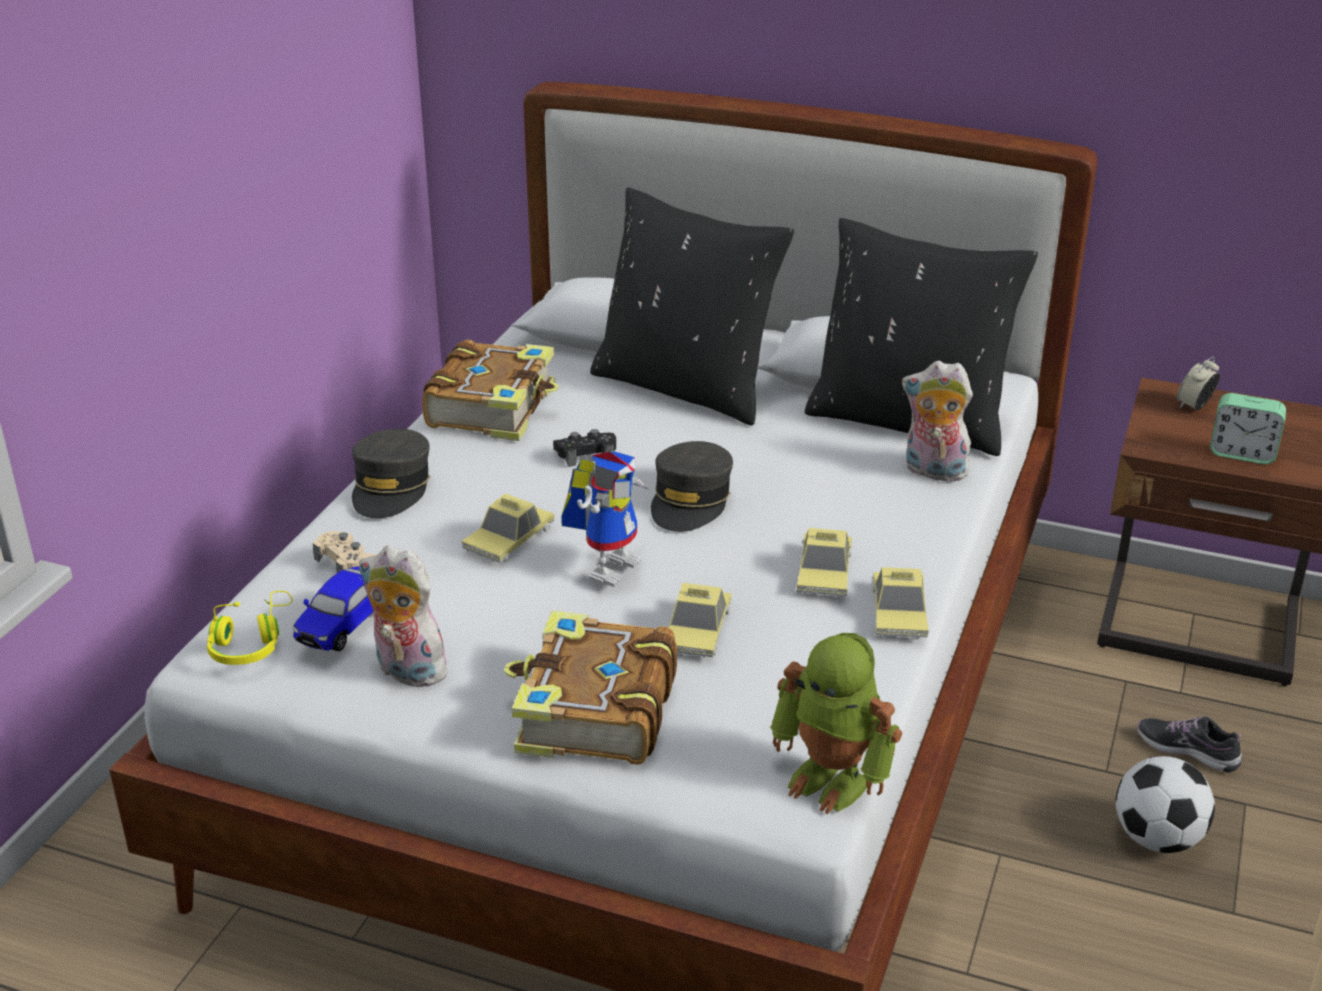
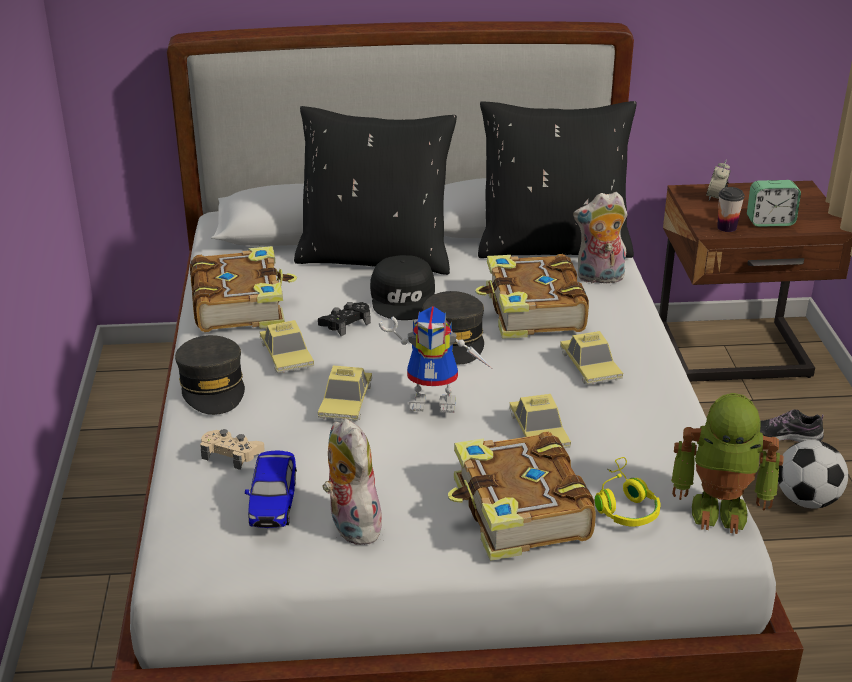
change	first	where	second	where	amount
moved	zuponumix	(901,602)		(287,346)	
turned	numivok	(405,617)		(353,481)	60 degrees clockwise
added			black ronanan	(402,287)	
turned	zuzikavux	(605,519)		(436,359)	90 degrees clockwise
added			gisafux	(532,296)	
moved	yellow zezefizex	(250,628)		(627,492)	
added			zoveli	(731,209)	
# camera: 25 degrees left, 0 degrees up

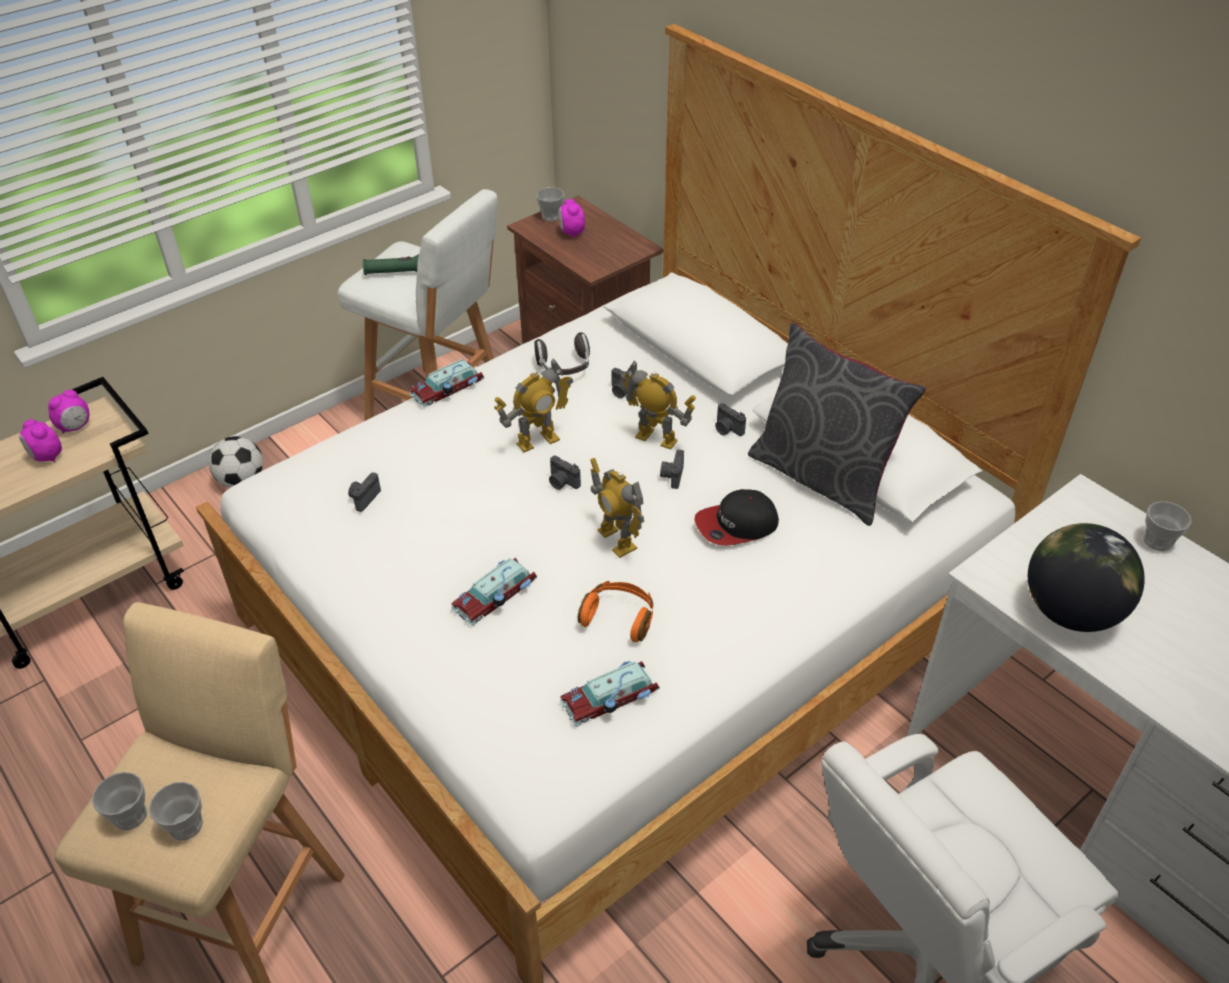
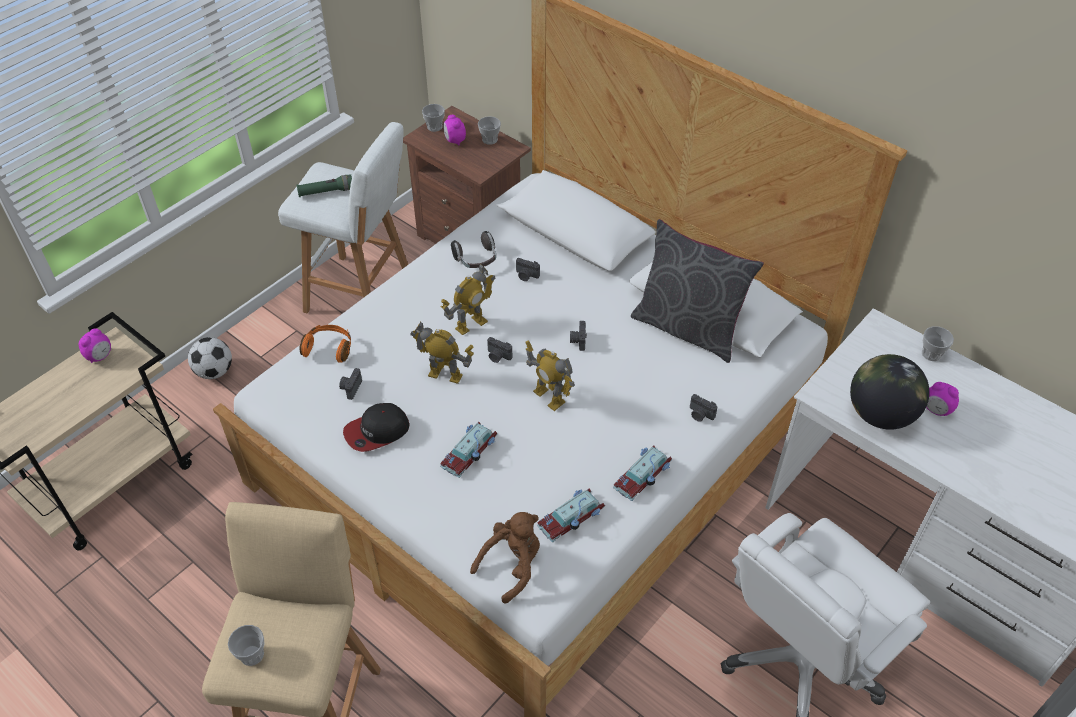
change	first	where	second	where	amount
moved	orange zezefizex	(615,611)		(325,344)	
moved	ronanan	(736,517)		(376,427)	
moved	zuzikavux	(658,405)		(442,353)	
added			brown numivok	(505,558)	
moved	zoveli	(176,811)		(489,130)	
moved	zuponumix	(446,383)		(642,473)	
moved	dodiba	(730,419)		(703,408)	
moved	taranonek	(40,440)		(942,399)	
# camera: 10 degrees left, 5 degrees up

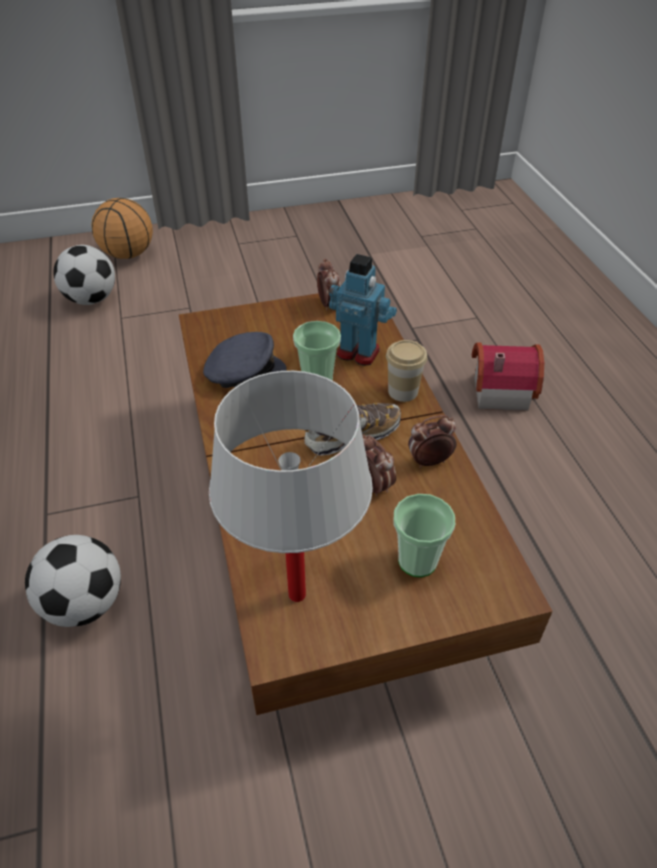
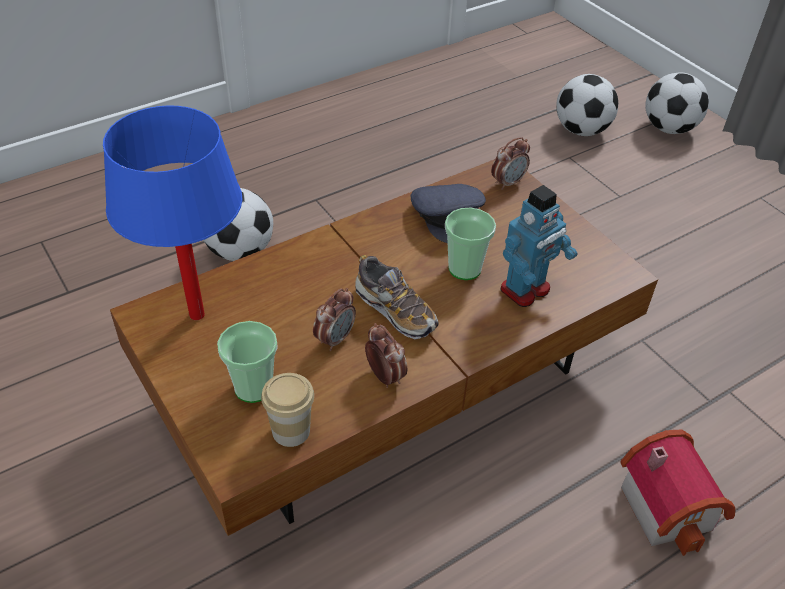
change	first	where	second	where	amount
recoloured	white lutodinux	(291,486)	blue lutodinux	(173,212)	
moved	zoveli	(407,371)		(287,410)	
moved	taranonek	(328,284)		(510,163)	
turned	zuzikavux	(363,310)		(538,246)	45 degrees clockwise
replaced	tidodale	(122,228)	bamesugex	(677,103)	
# camera: 70 degrees right, 0 degrees up

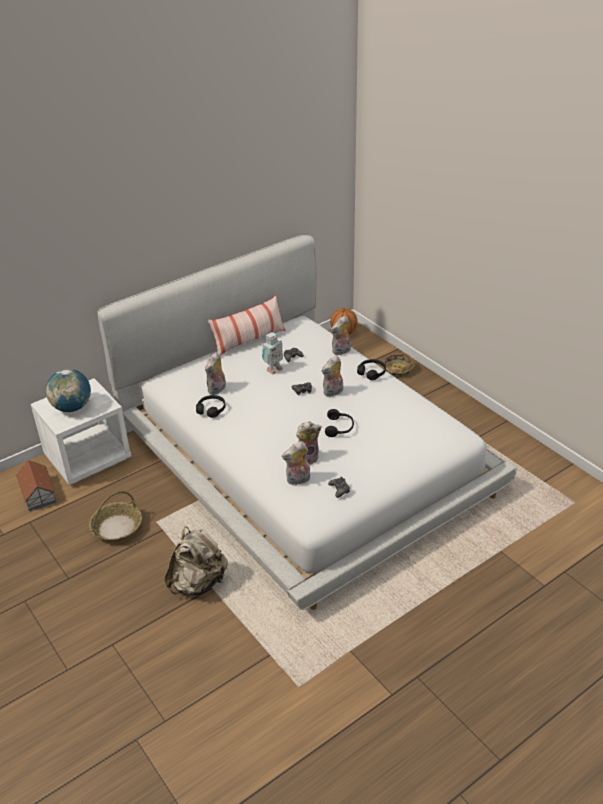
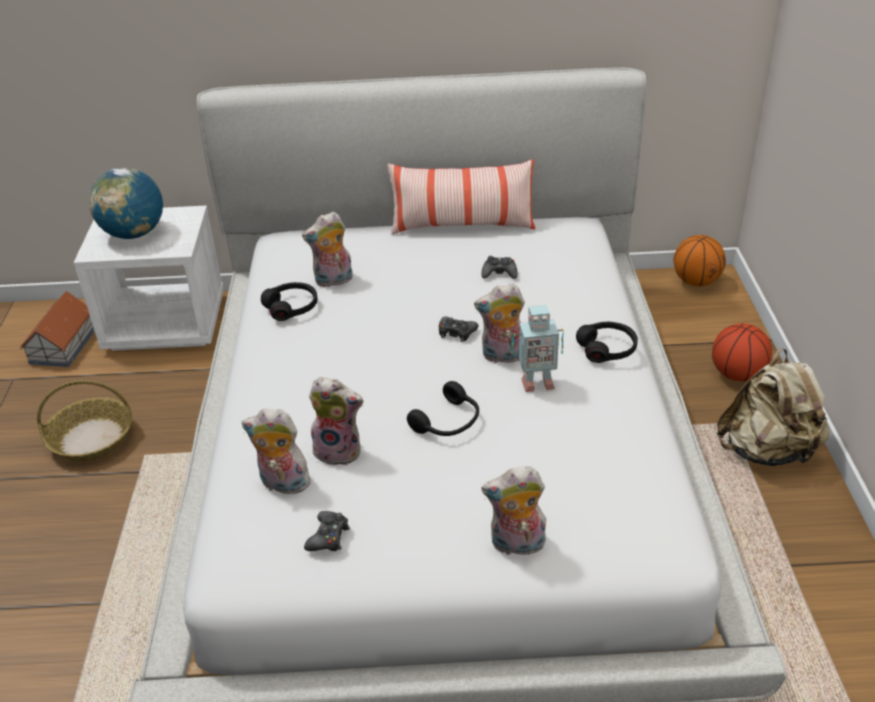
change	first	where	second	where	amount
moved	numivok	(341,335)		(513,512)	
moved	zuzikavux	(272,353)		(537,348)	
replaced	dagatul	(399,364)	tidodale	(742,352)	
moved	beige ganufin	(196,560)		(773,407)	
# camera: 35 degrees right, 0 degrees up

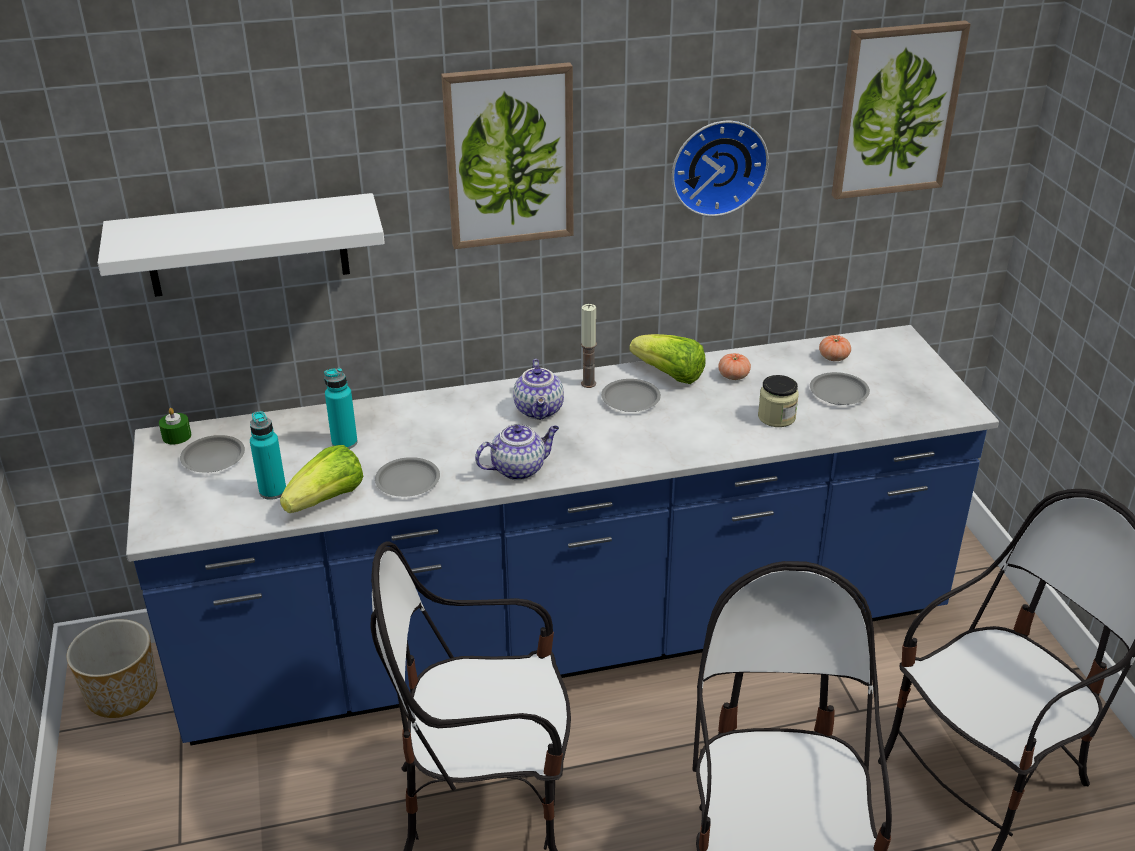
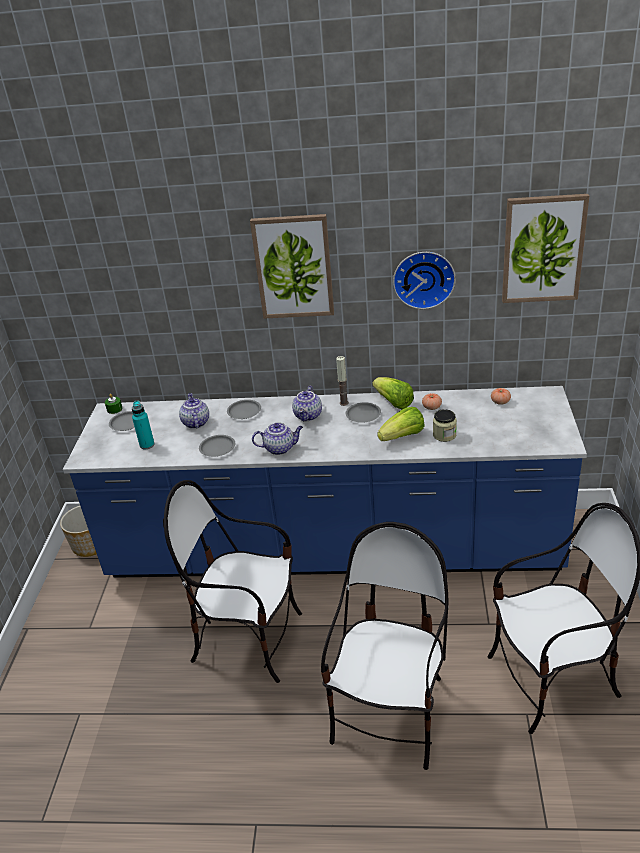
change	first	where	second	where	amount
replaced	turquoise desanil	(341,408)	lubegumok	(194,411)	
moved	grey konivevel	(840,388)		(244,409)	
moved	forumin	(321,479)		(401,424)	
removed	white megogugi	(241,245)			
# camera: 20 degrees right, 0 degrees up

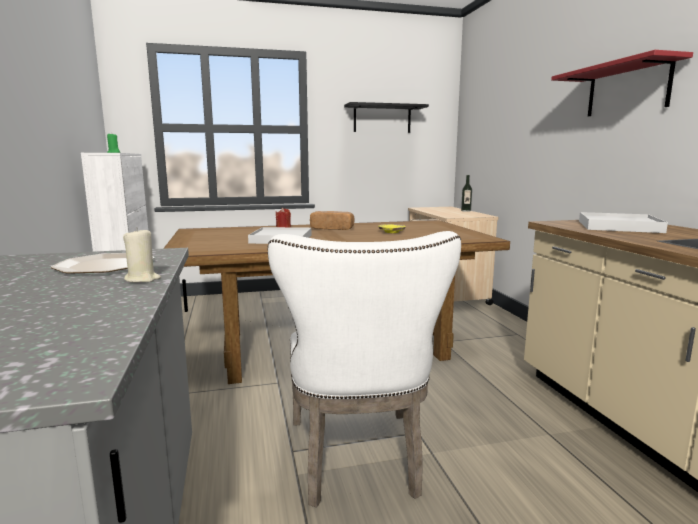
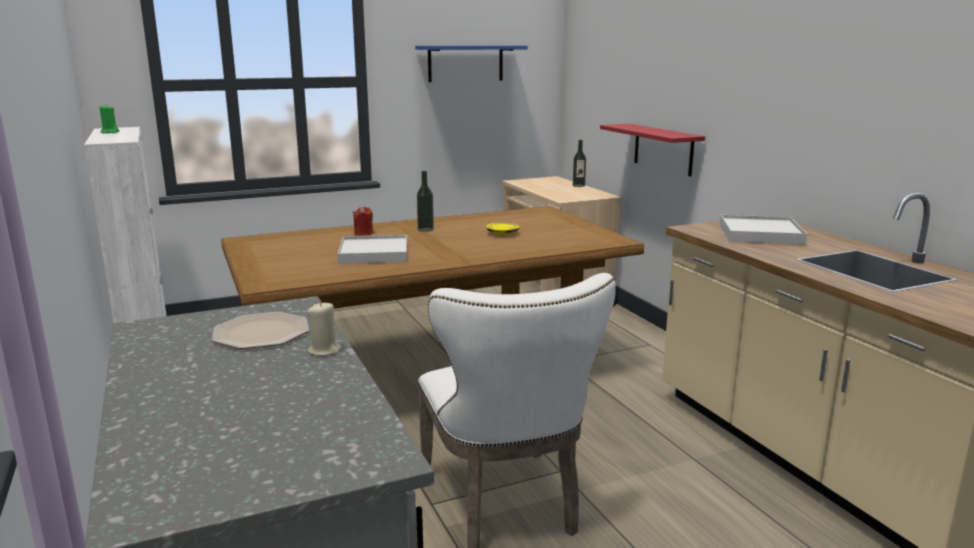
change	first	where	second	where	amount
recoloured	black megogugi	(386,117)	blue megogugi	(471,64)	
replaced	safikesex	(332,220)	desanil	(425,201)	
moved	red megogugi	(622,83)		(652,150)	
# camera: 10 degrees left, 5 degrees up

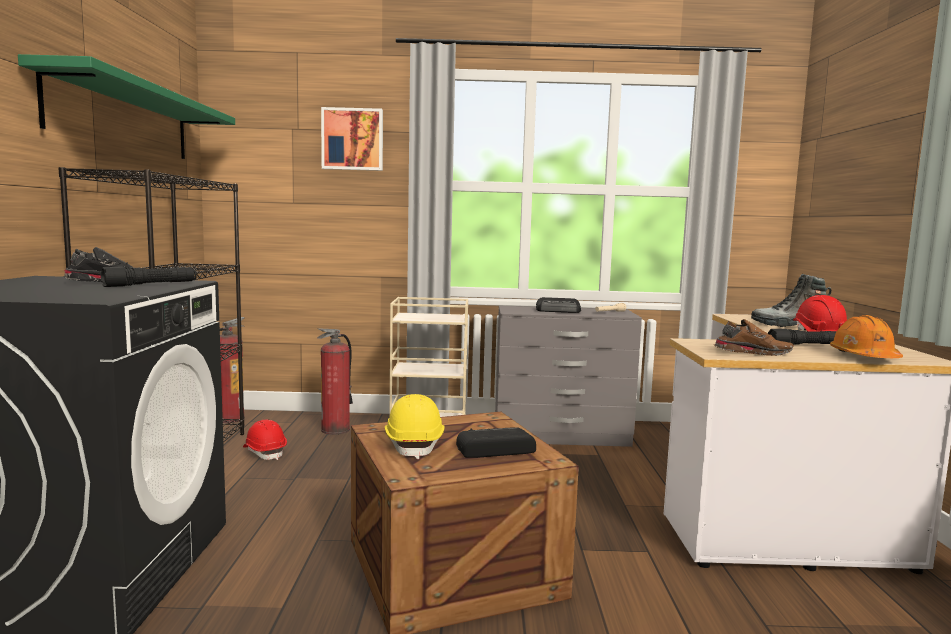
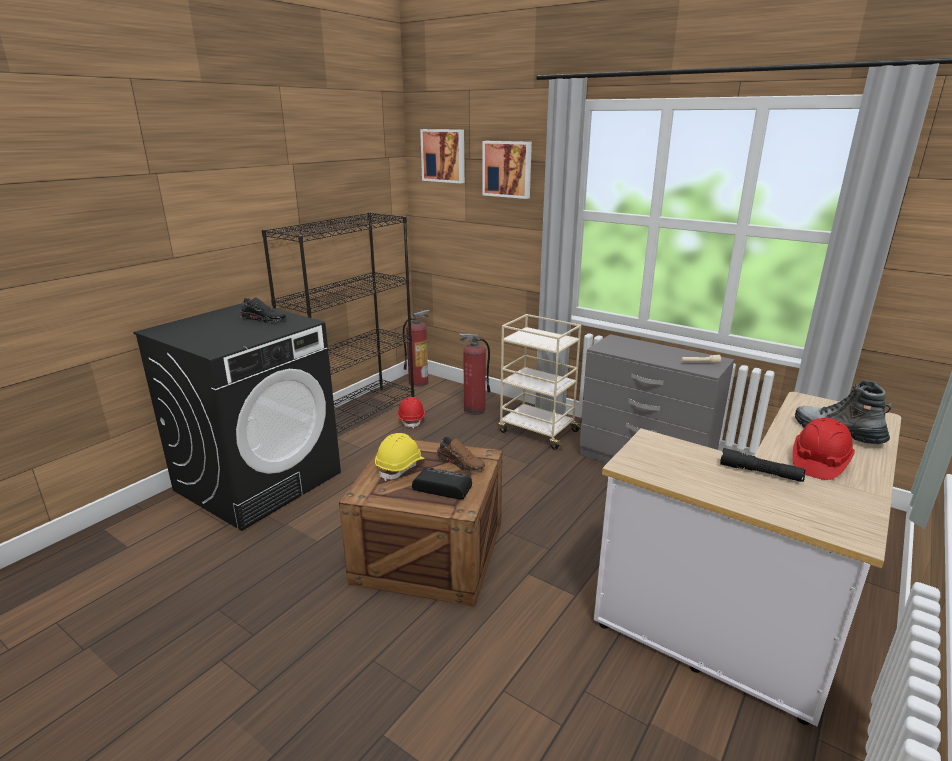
change	first	where	second	where	amount
added			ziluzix	(442,156)	
moved	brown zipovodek	(753,337)		(461,454)	
removed	green megogugi	(126,106)			
removed	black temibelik	(148,277)			
removed	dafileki	(558,305)			
removed	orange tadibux	(866,336)			
# camera: 35 degrees right, 15 degrees up

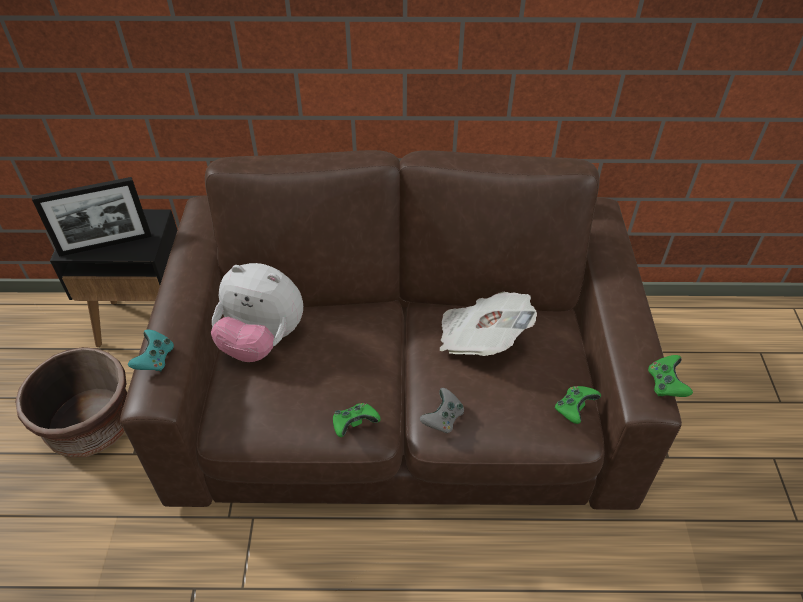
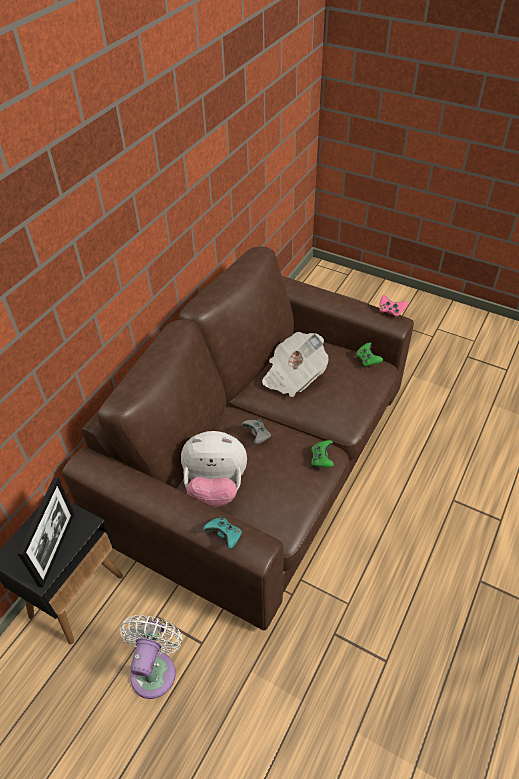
change	first	where	second	where	amount
replaced	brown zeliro	(71,402)	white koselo	(151,657)	
turned	numivok	(257,312)		(214,469)	45 degrees clockwise
moved	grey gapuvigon	(442,410)		(256,431)	
recoloured	green gapuvigon	(670,376)	pink gapuvigon	(393,306)	
# camera: 60 degrees left, 0 degrees up

